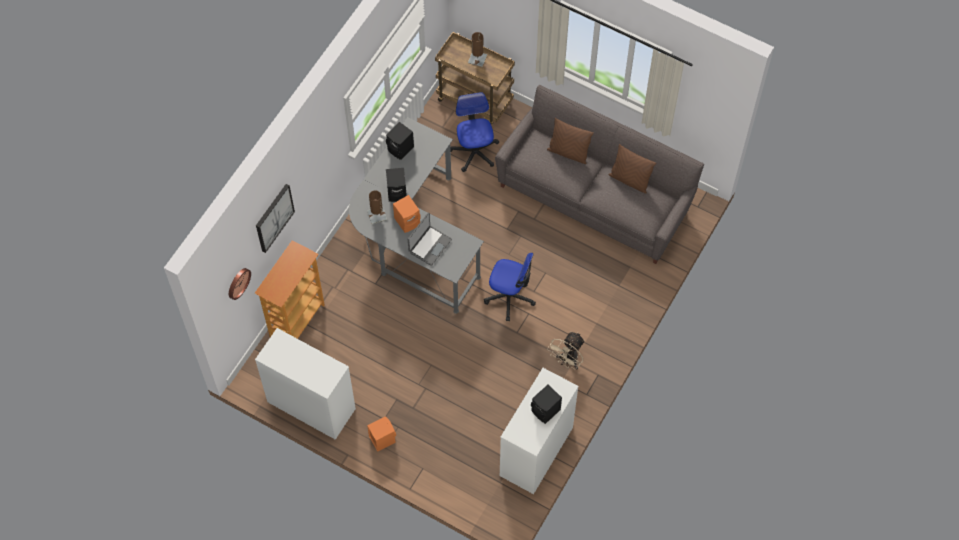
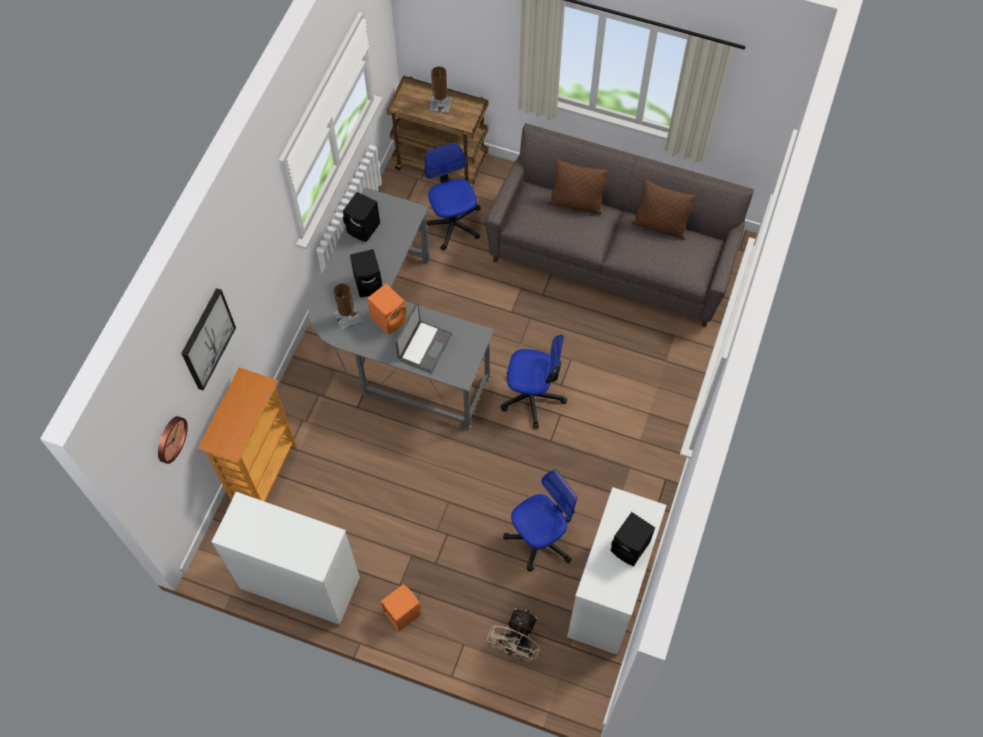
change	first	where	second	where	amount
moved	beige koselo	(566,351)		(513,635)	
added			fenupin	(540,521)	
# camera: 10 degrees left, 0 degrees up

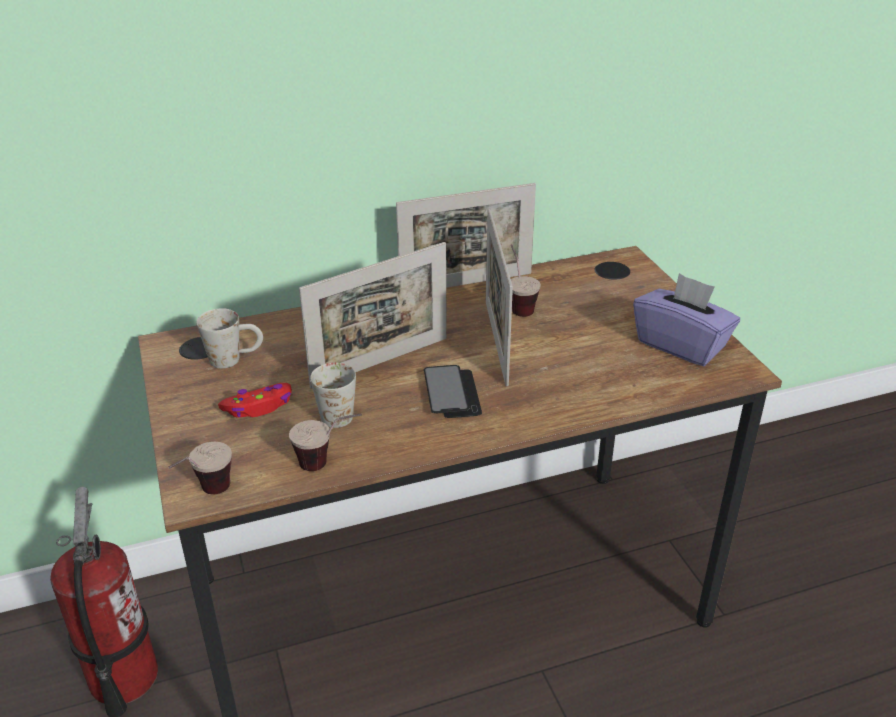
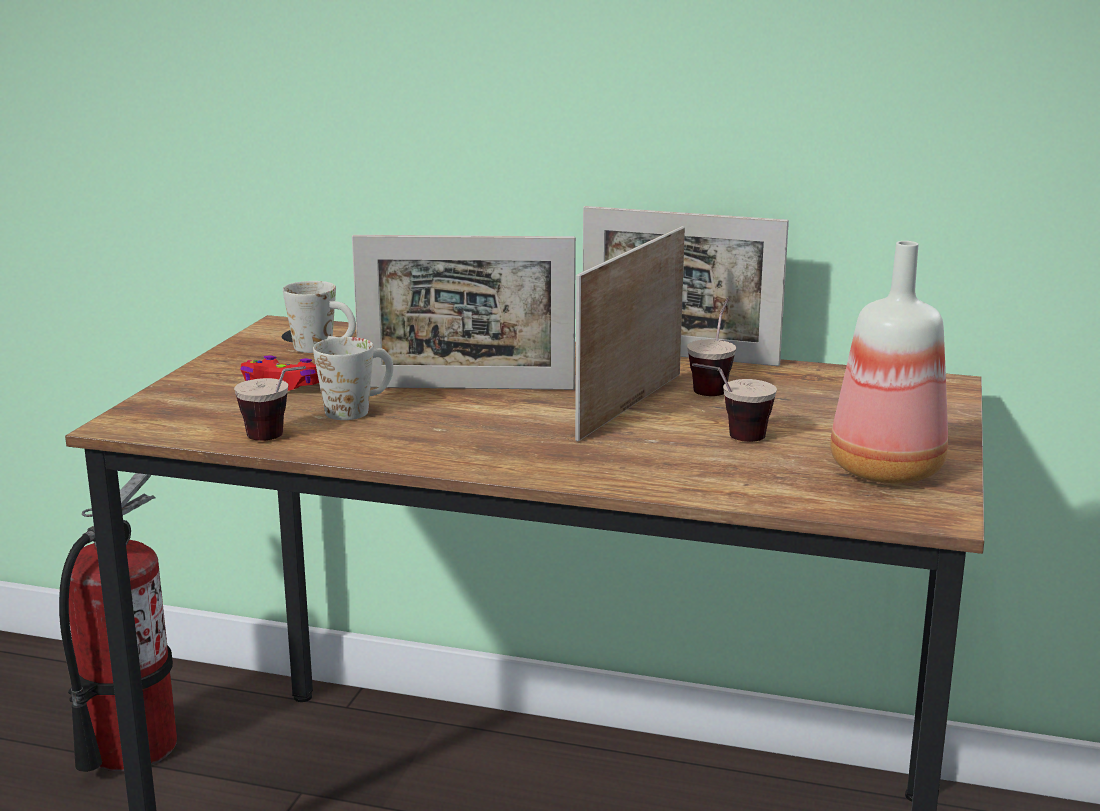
change	first	where	second	where	amount
moved	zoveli	(200,468)		(734,402)	
replaced	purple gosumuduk	(686,319)	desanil	(889,362)	
removed	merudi	(453,391)			
# camera: 35 degrees right, 15 degrees down

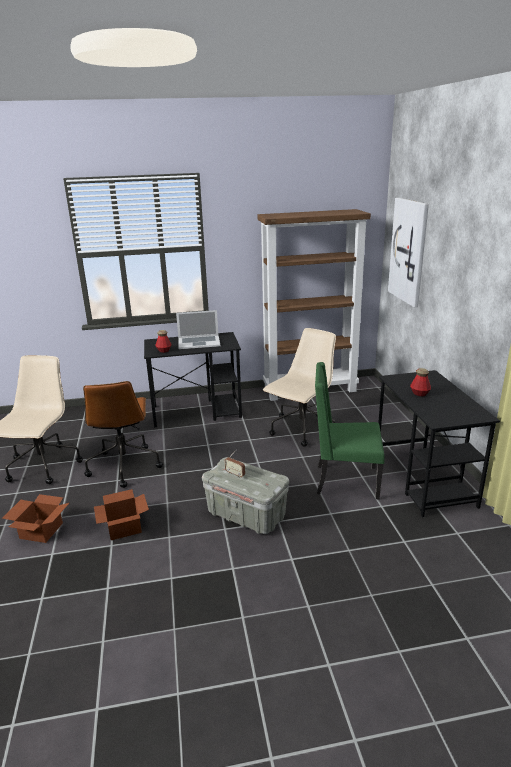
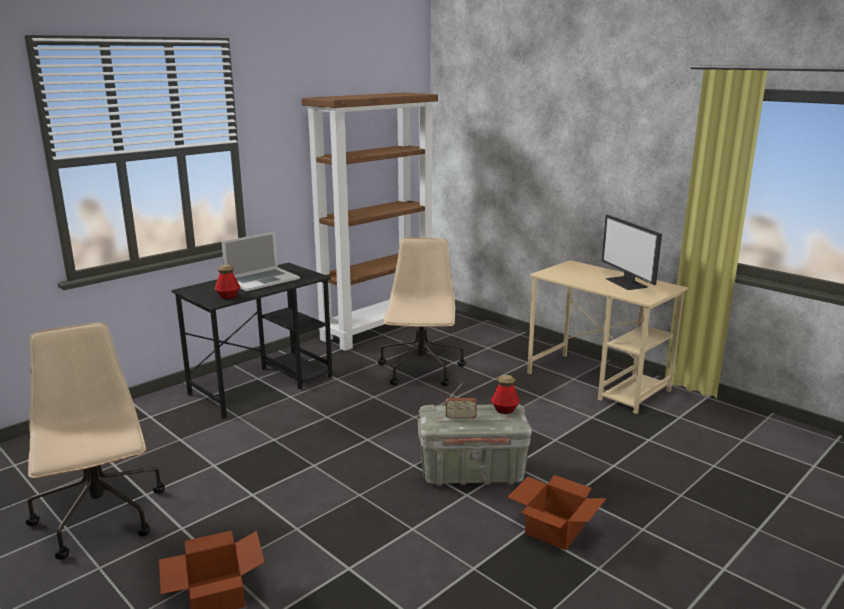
change	first	where	second	where	amount
moved	desanil	(420,382)		(505,394)	
moved	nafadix	(121,514)		(557,512)	
recoloured	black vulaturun	(439,443)	beige vulaturun	(607,337)	
added			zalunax	(632,252)	
removed	brown fenupin	(123,434)			
removed	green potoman	(350,430)			
removed	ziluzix	(408,252)			
# camera: 35 degrees left, 5 degrees down

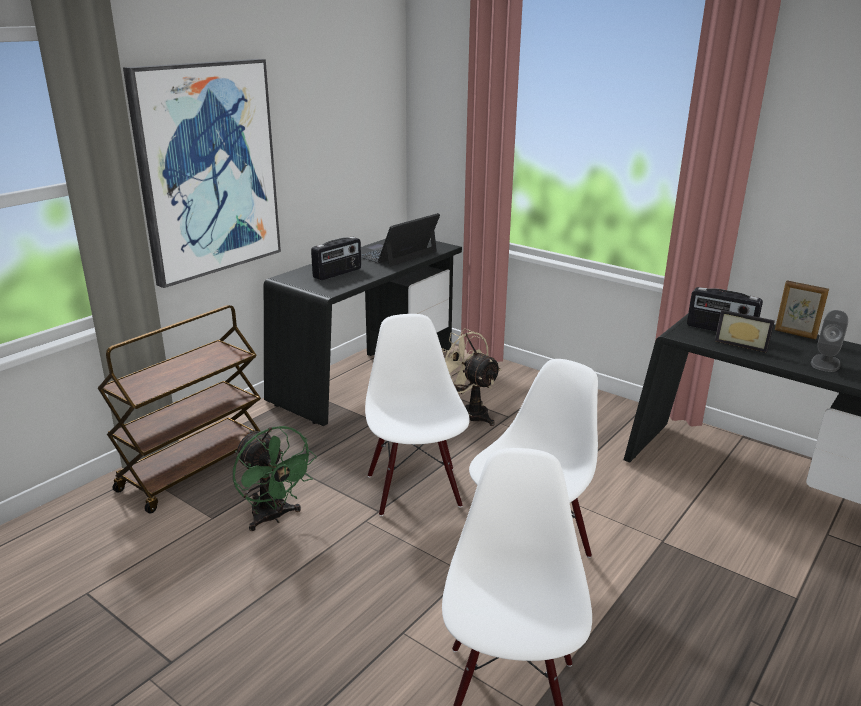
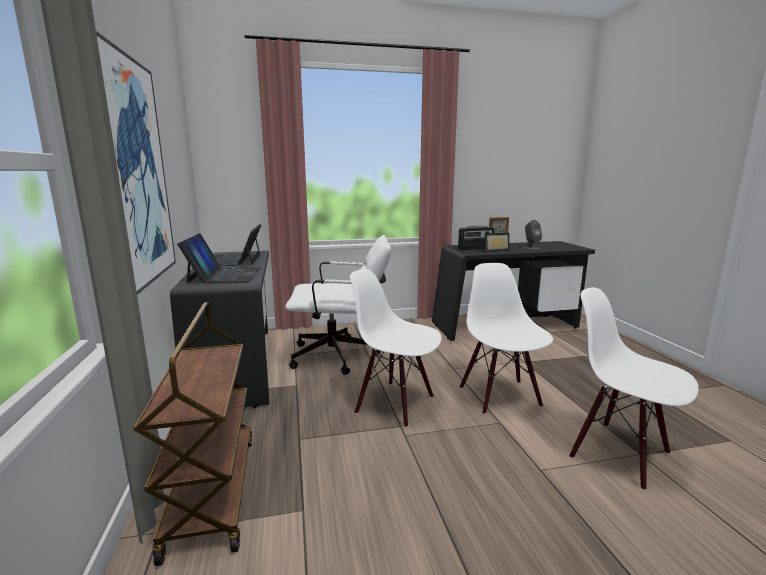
change	first	where	second	where	amount
replaced	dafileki	(336,258)	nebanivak	(219,258)	
replaced	beige koselo	(472,377)	white fenupin	(338,305)	
removed	green koselo	(275,478)			
# camera: 50 degrees left, 10 degrees down

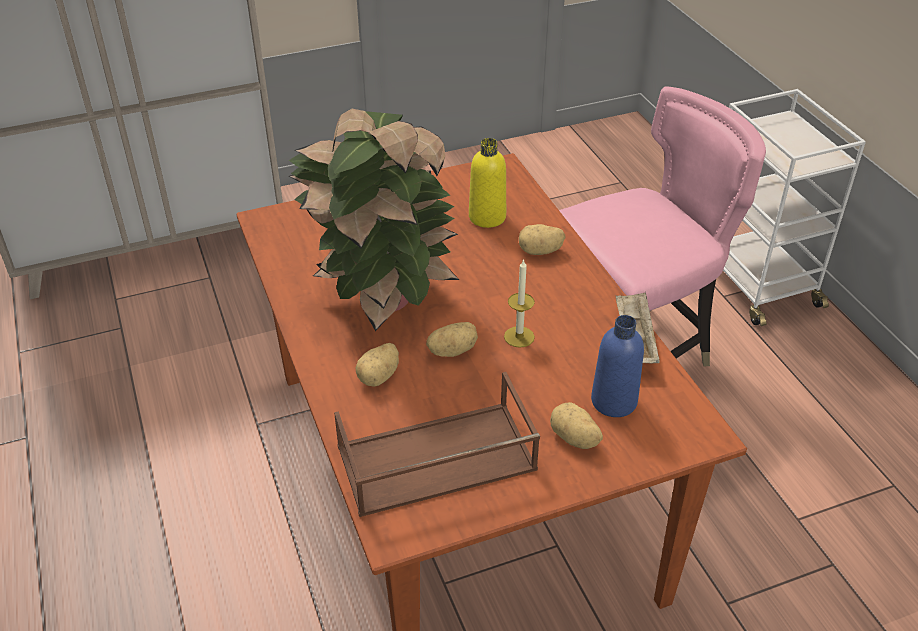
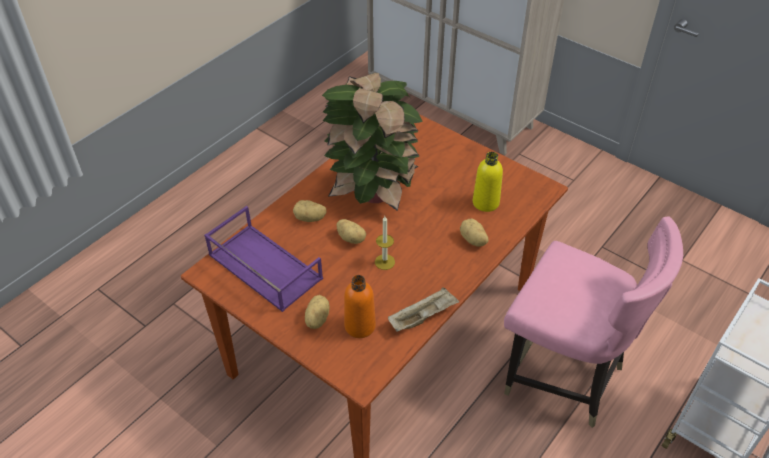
change	first	where	second	where	amount
recoloured	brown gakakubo	(437,444)	purple gakakubo	(263,259)	
recoloured	blue desanil	(617,366)	orange desanil	(360,306)	
# camera: 60 degrees right, 5 degrees up

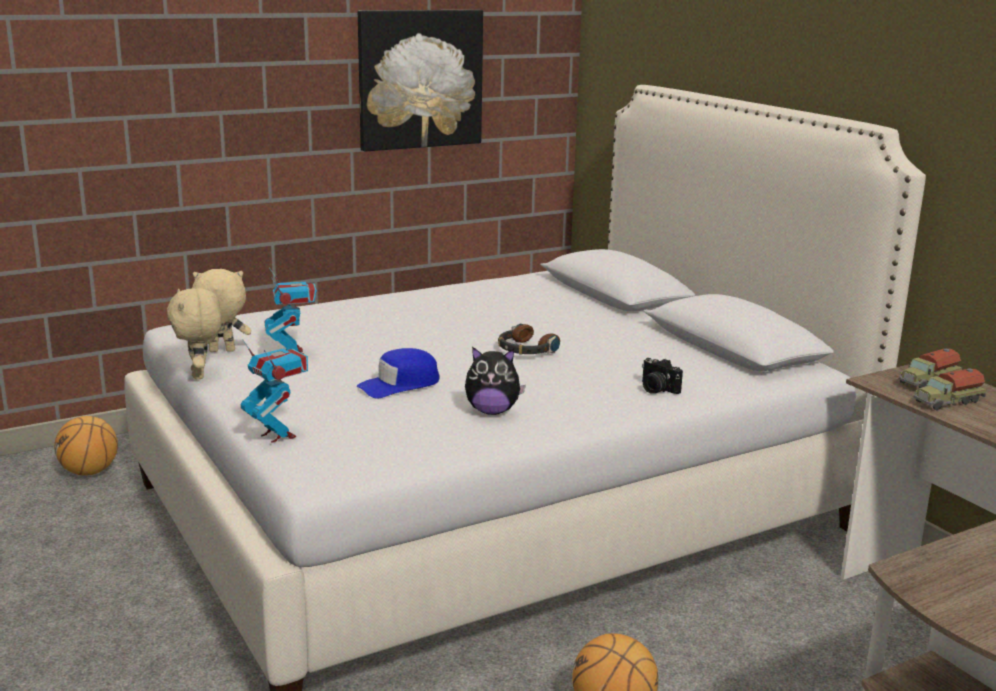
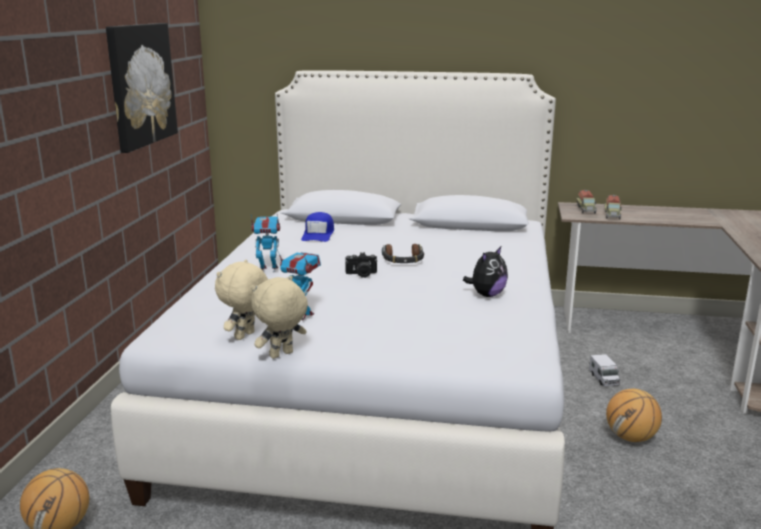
change	first	where	second	where	amount
moved	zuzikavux	(274,391)		(265,243)	
turned	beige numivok	(194,333)		(279,317)	120 degrees clockwise
moved	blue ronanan	(398,373)		(317,227)	
moved	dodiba	(662,376)		(361,265)	
added			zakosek	(604,370)	
# camera: 50 degrees left, 0 degrees up

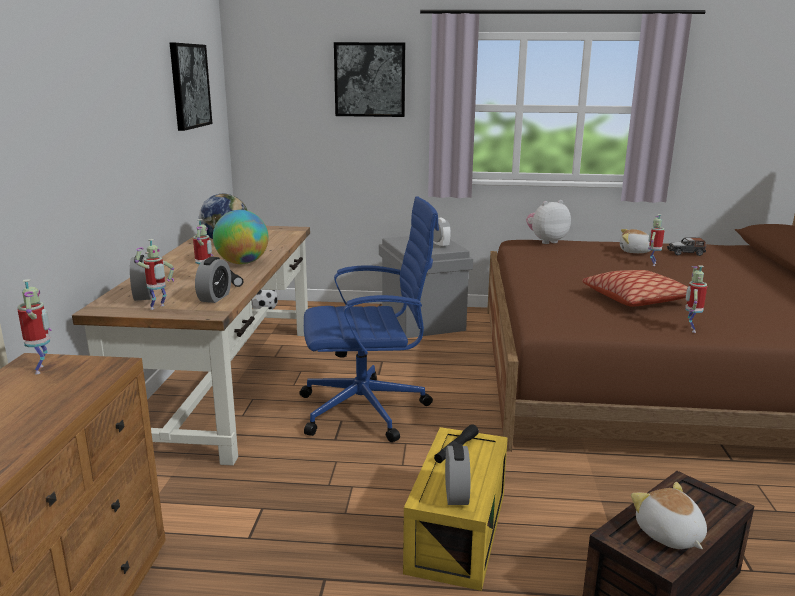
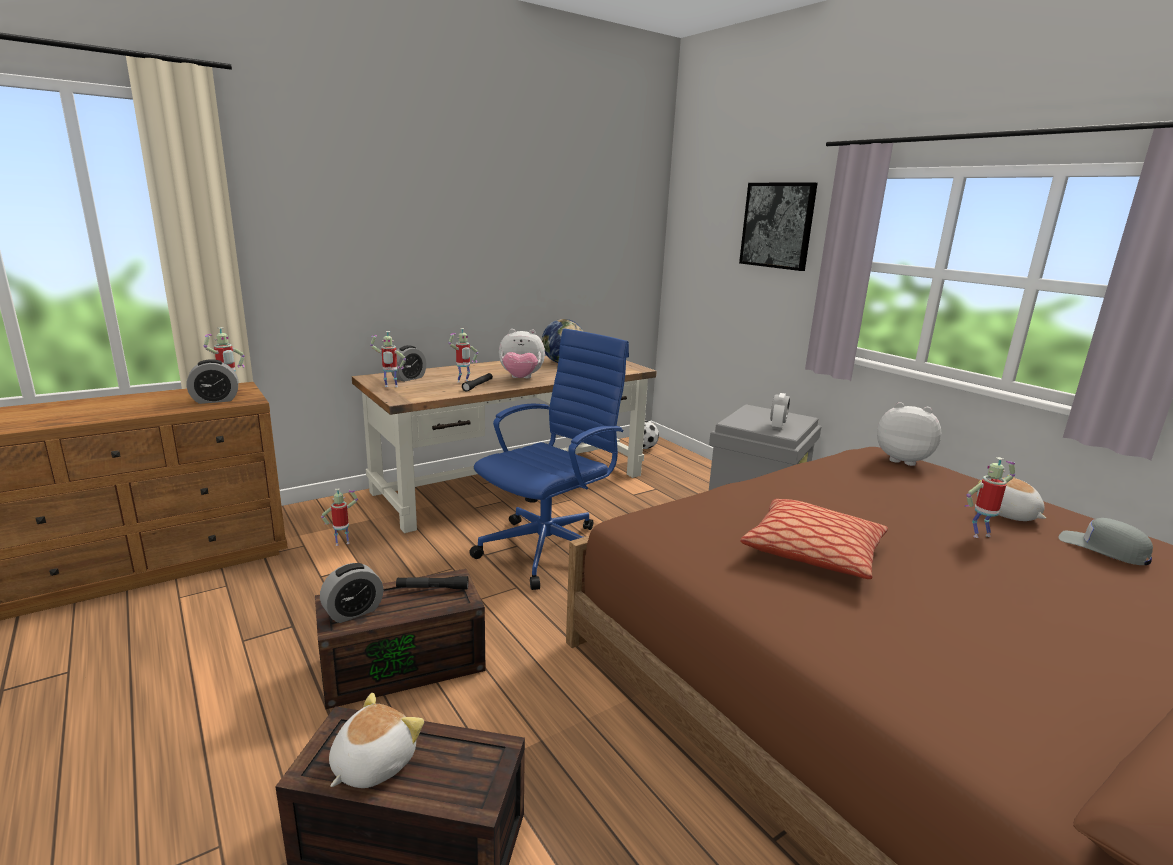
change	first	where	second	where	amount
moved	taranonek	(213,280)		(212,381)	
recoloured	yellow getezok	(455,509)	brown getezok	(400,639)	
moved	zuzikavux	(696,299)		(339,517)	
turned	blue fenupin	(369,319)		(549,459)	90 degrees counterclockwise
replaced	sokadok	(241,237)	numivok	(522,353)	
replaced	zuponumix	(687,247)	grey ronanan	(1105,541)	
removed	ziluzix	(191,87)			
# camera: 50 degrees right, 0 degrees up

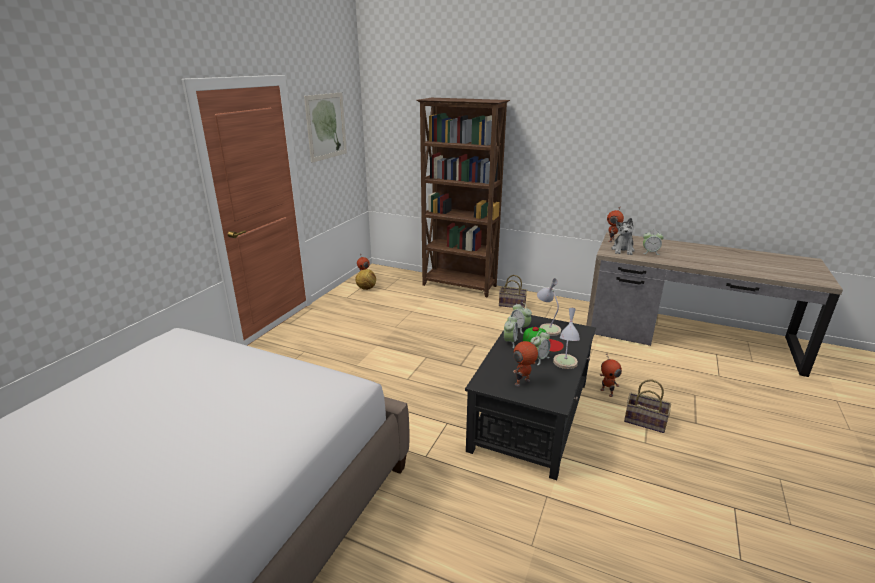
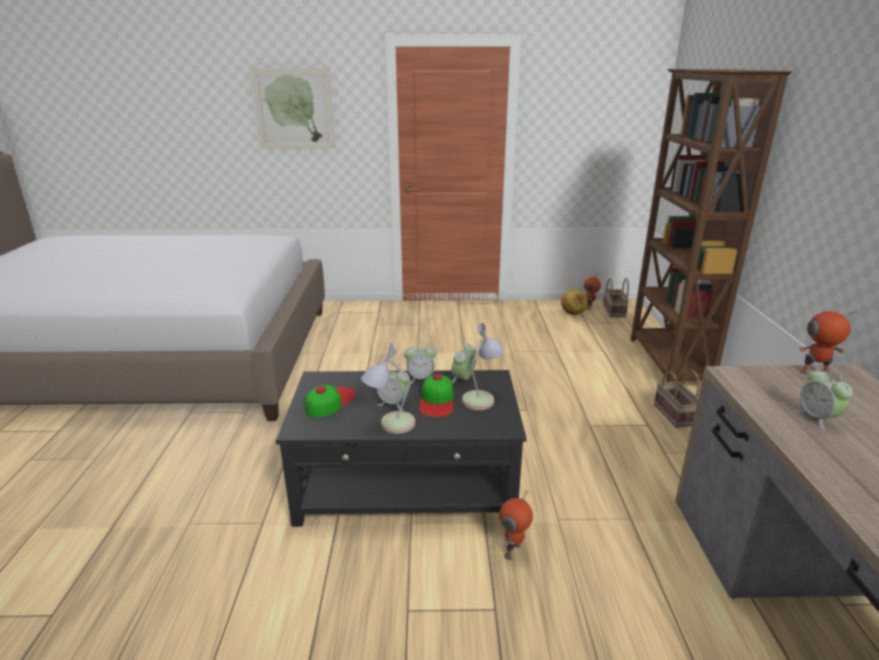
change	first	where	second	where	amount
moved	ziluzix	(325,127)		(293,108)	
replaced	zuzikavux	(525,362)	ronanan	(330,401)	
moved	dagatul	(647,406)		(616,297)	
removed	numivok	(623,236)			
# camera: 65 degrees right, 0 degrees up

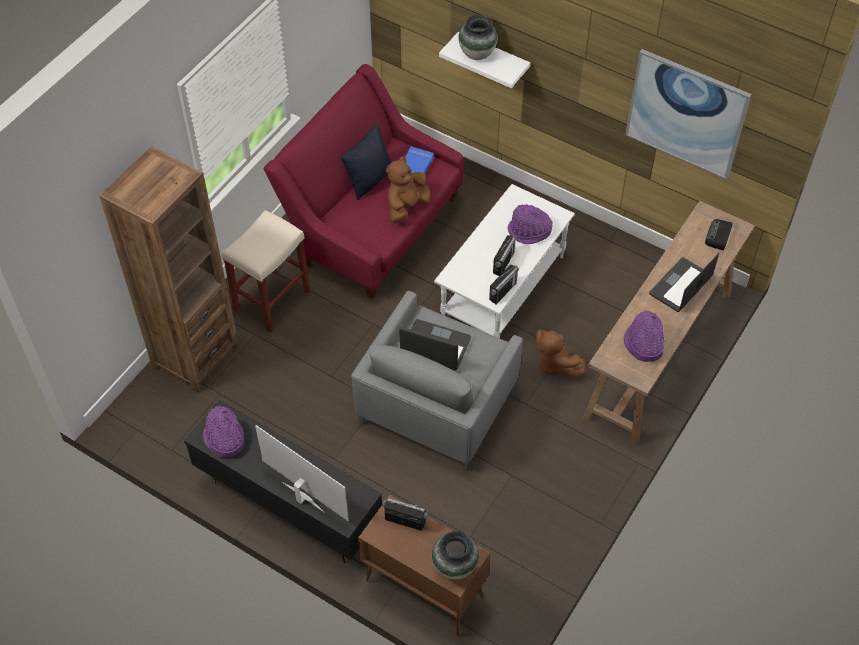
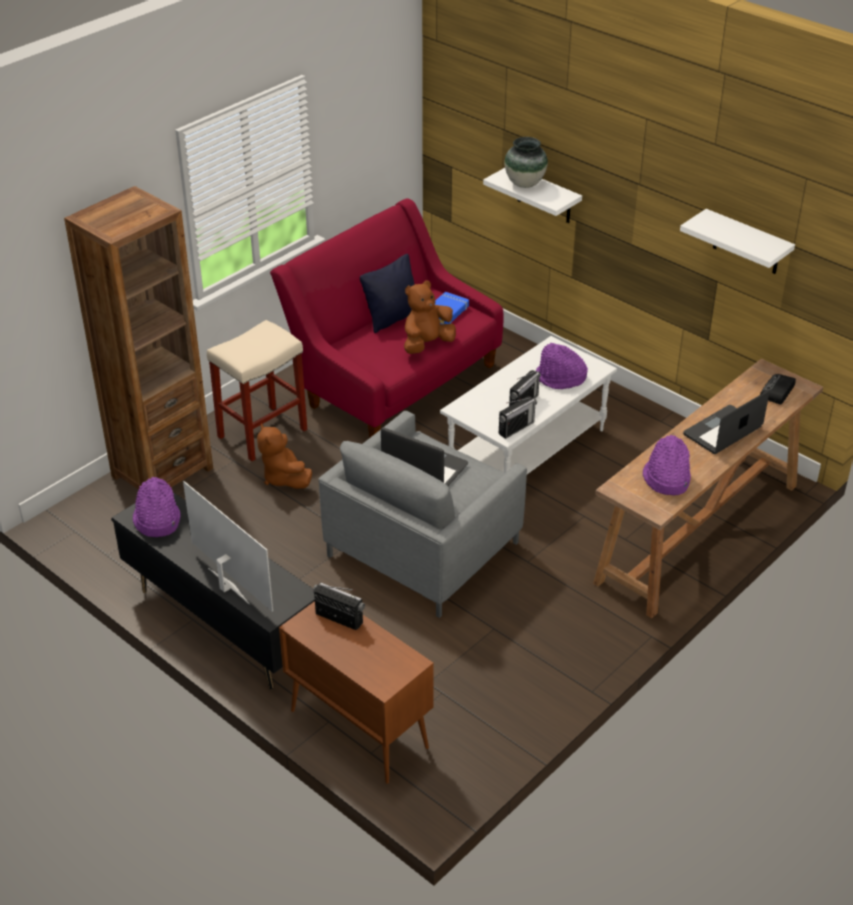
change	first	where	second	where	amount
moved	brown numivok	(561,353)		(284,456)	
replaced	ziluzix	(688,114)	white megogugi	(737,241)	
removed	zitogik	(455,555)			
# camera: 10 degrees right, 15 degrees down

